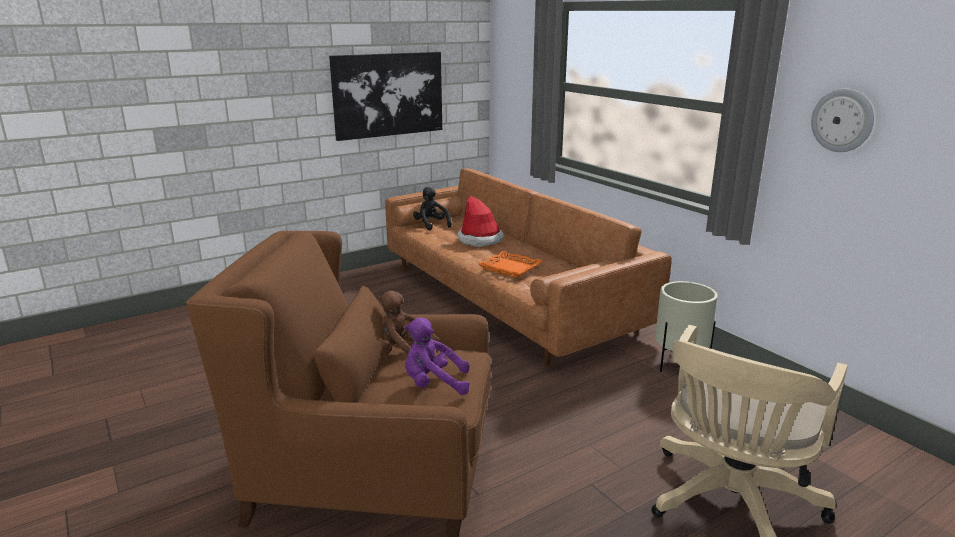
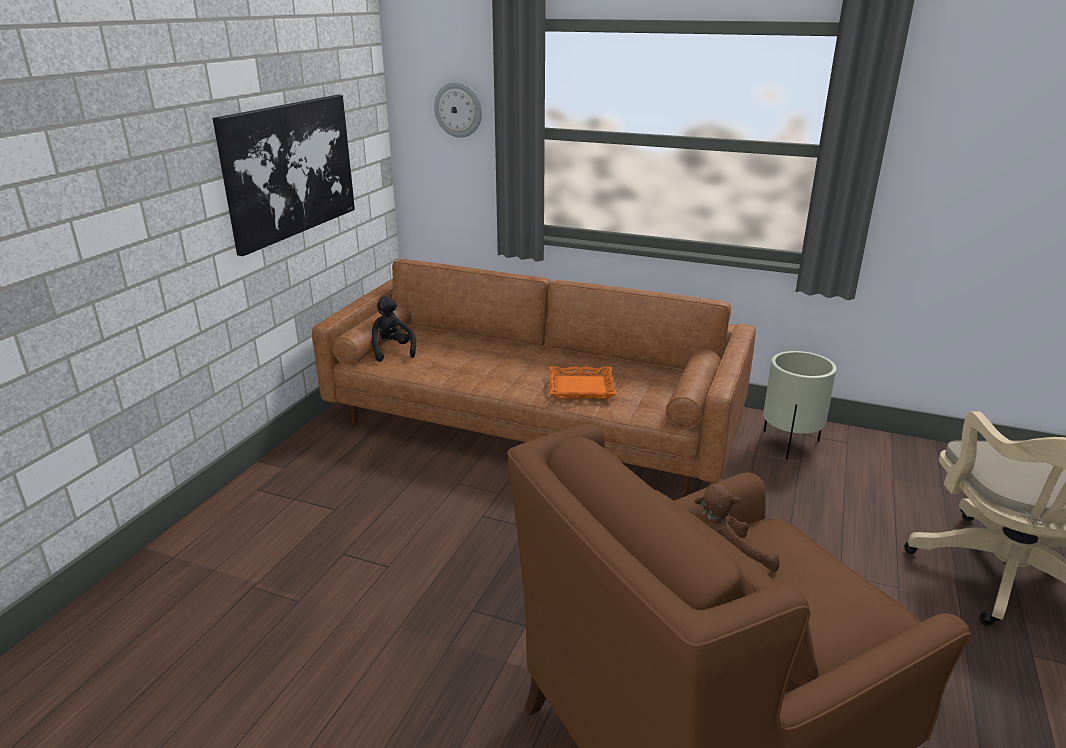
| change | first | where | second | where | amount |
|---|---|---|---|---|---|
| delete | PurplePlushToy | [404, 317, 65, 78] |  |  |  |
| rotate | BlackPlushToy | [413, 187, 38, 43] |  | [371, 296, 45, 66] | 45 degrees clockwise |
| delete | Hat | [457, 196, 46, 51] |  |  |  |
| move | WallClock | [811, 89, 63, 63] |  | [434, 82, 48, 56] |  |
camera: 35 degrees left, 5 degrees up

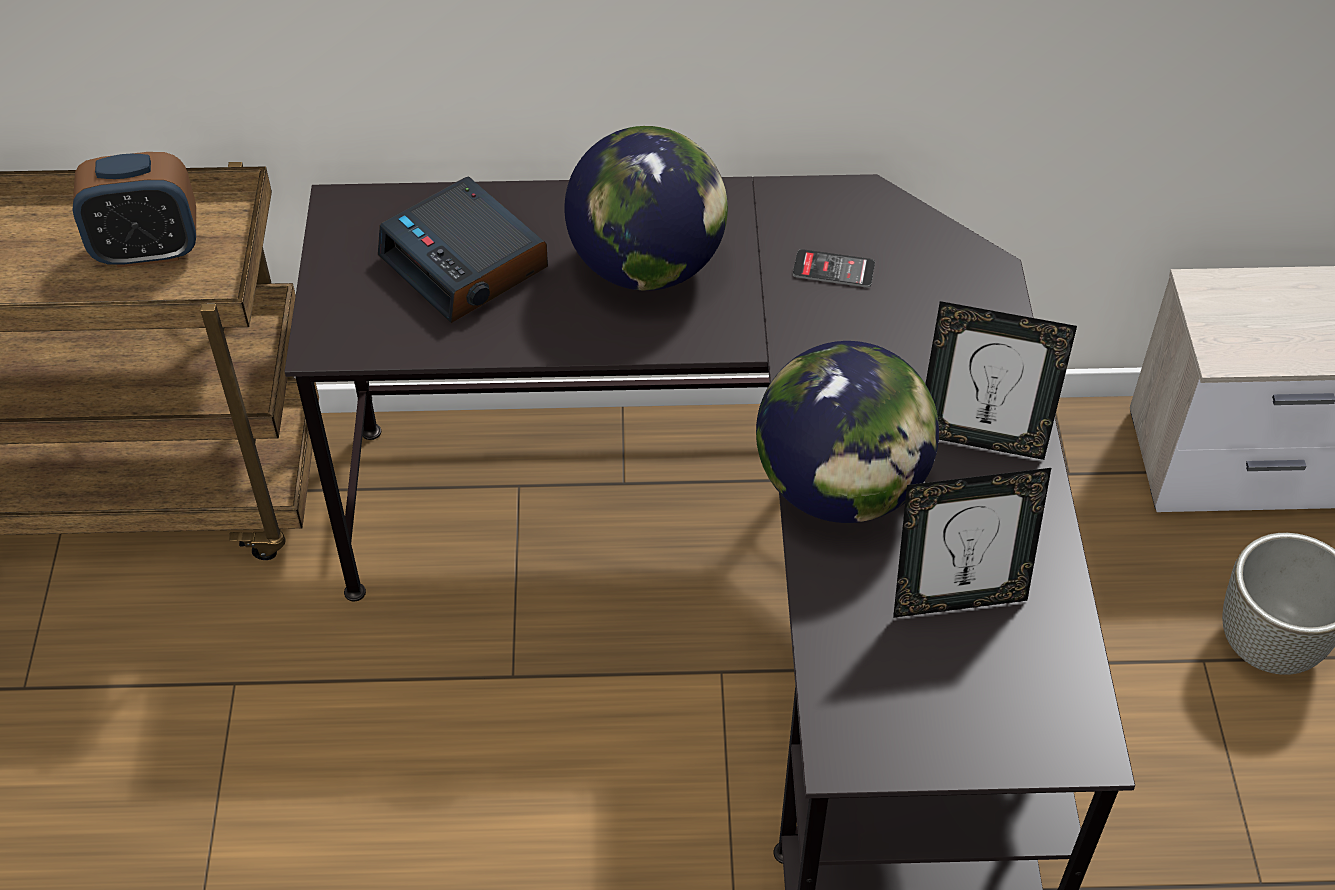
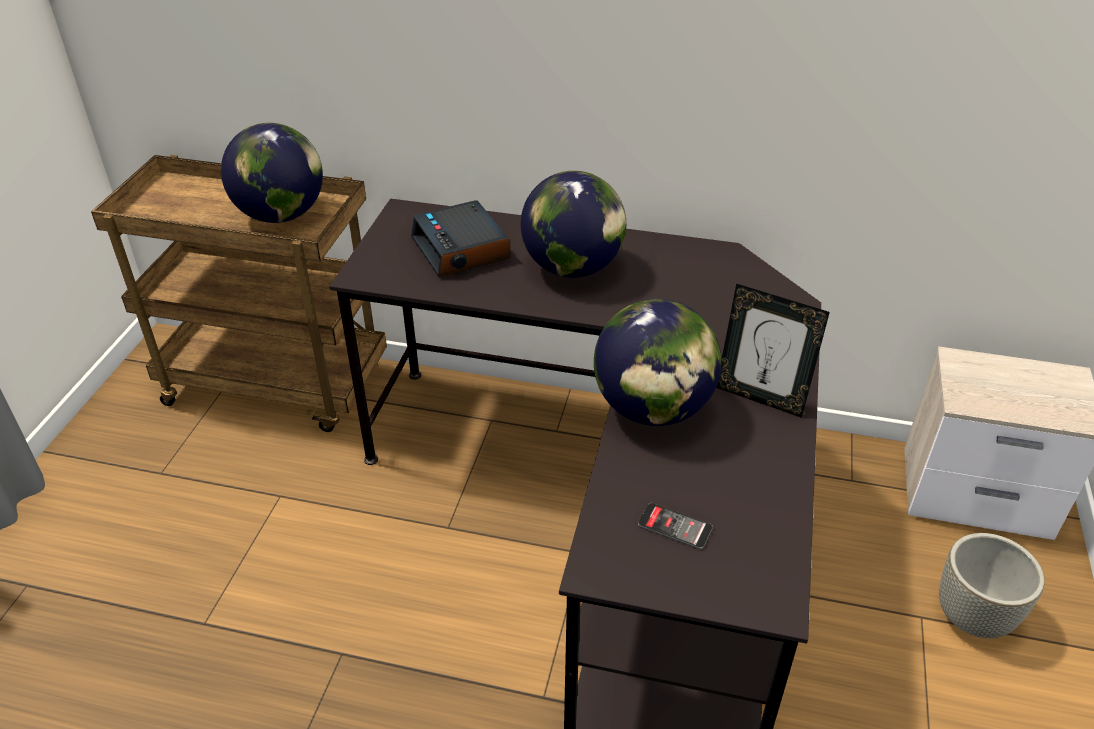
| change | first | where | second | where | amount |
|---|---|---|---|---|---|
| replace | AlarmClock | [73, 152, 123, 116] | Globe | [221, 123, 102, 100] |  |
| move | Phone | [793, 249, 82, 39] |  | [638, 503, 75, 46] |  |
| delete | PictureFrame | [893, 468, 158, 150] |  |  |  |
camera: 15 degrees right, 10 degrees down

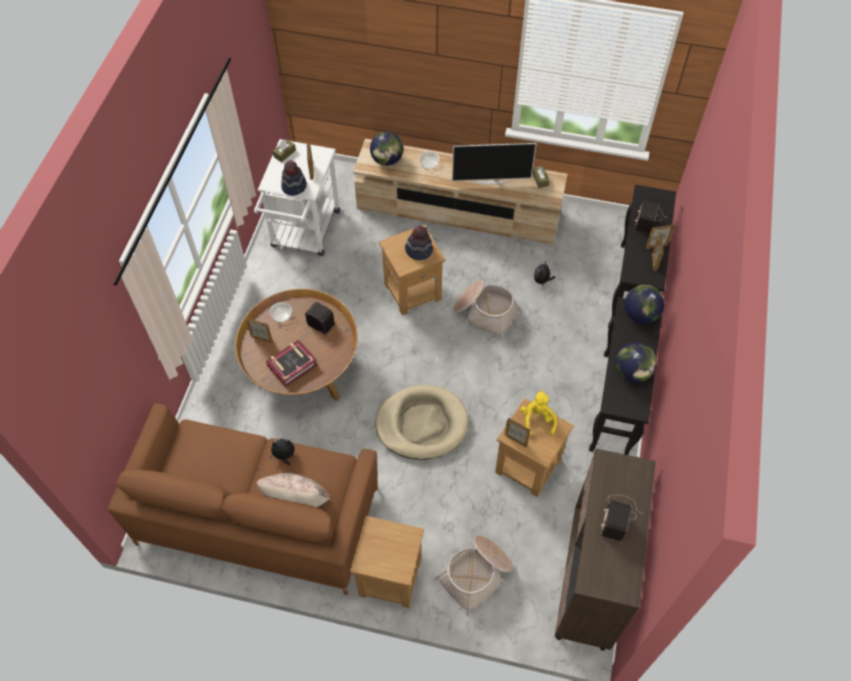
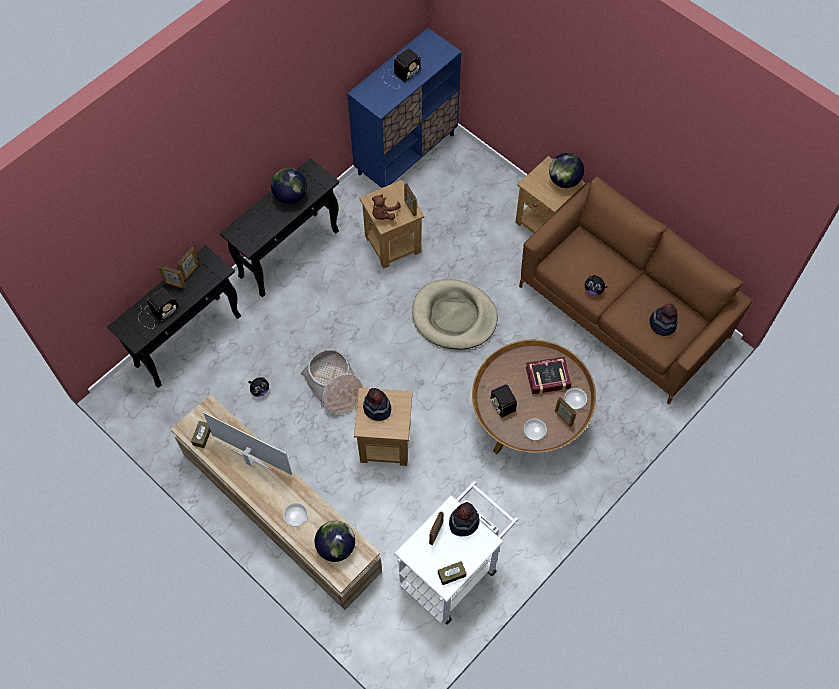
| change | first | where | second | where | amount |
|---|---|---|---|---|---|
| delete | BeigePillow | [257, 473, 74, 34] |  |  |  |
| delete | Basket | [434, 536, 79, 80] |  |  |  |
| recolor | YellowPlushToy | [520, 390, 37, 46] | BrownPlushToy | [372, 194, 29, 26] |  |
| recolor | BrownCabinet | [555, 448, 101, 203] | BlueCabinet | [347, 28, 114, 160] |  |
| move | Globe | [625, 285, 39, 39] |  | [549, 153, 35, 35] |  |
| insert |  |  | Bowl | [565, 388, 22, 22] |  |
| insert |  |  | Hat | [650, 304, 28, 32] |  |
camera: 150 degrees left, 5 degrees up

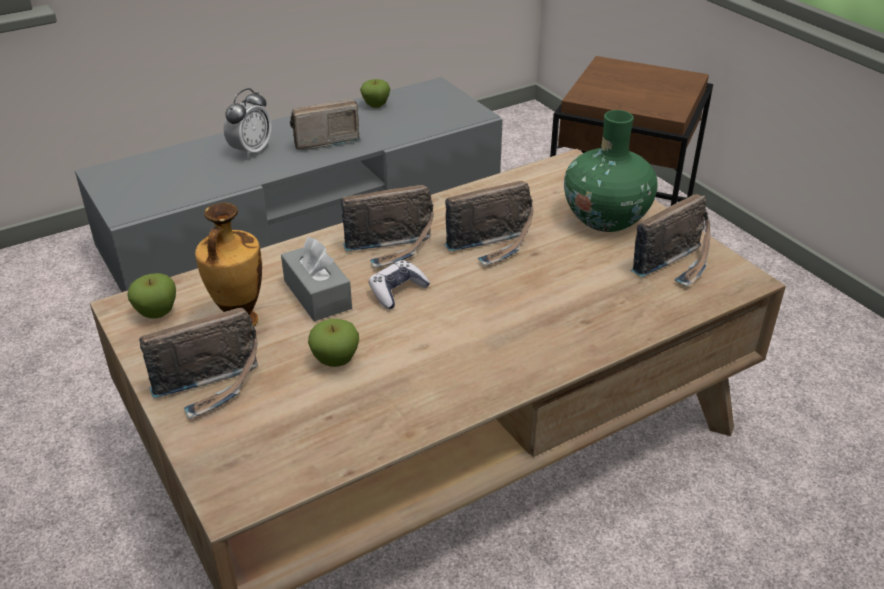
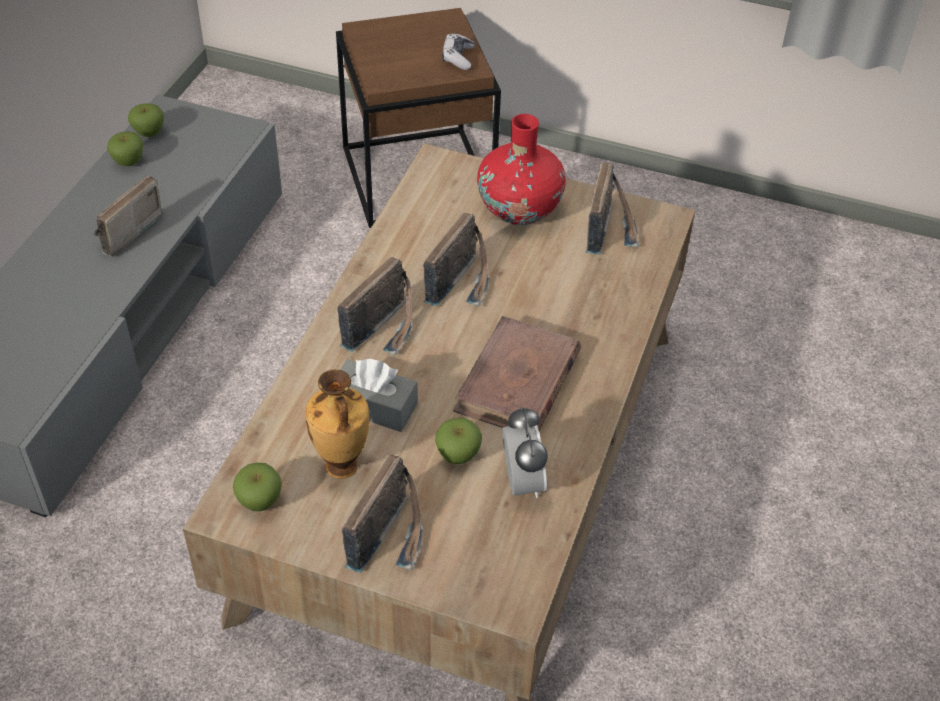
| change | first | where | second | where | amount |
|---|---|---|---|---|---|
| move | AlarmClock | [224, 88, 48, 71] |  | [502, 406, 46, 92] |  |
| move | GameController | [369, 260, 61, 49] |  | [442, 33, 33, 37] |  |
| recolor | GreenVase | [564, 110, 94, 122] | RedVase | [477, 114, 89, 111] |  |
| insert |  |  | Apple | [128, 103, 36, 34] |  |
| insert |  |  | BrownBook | [453, 316, 128, 116] |  |
camera: 40 degrees left, 10 degrees up

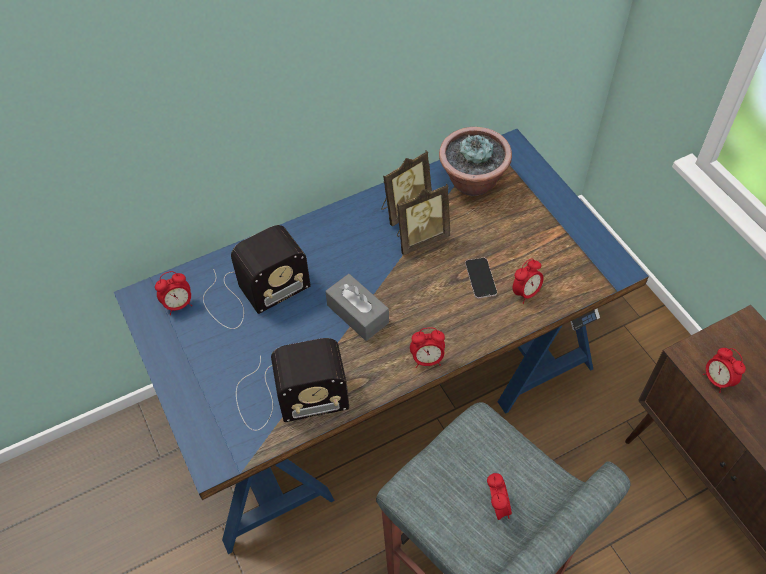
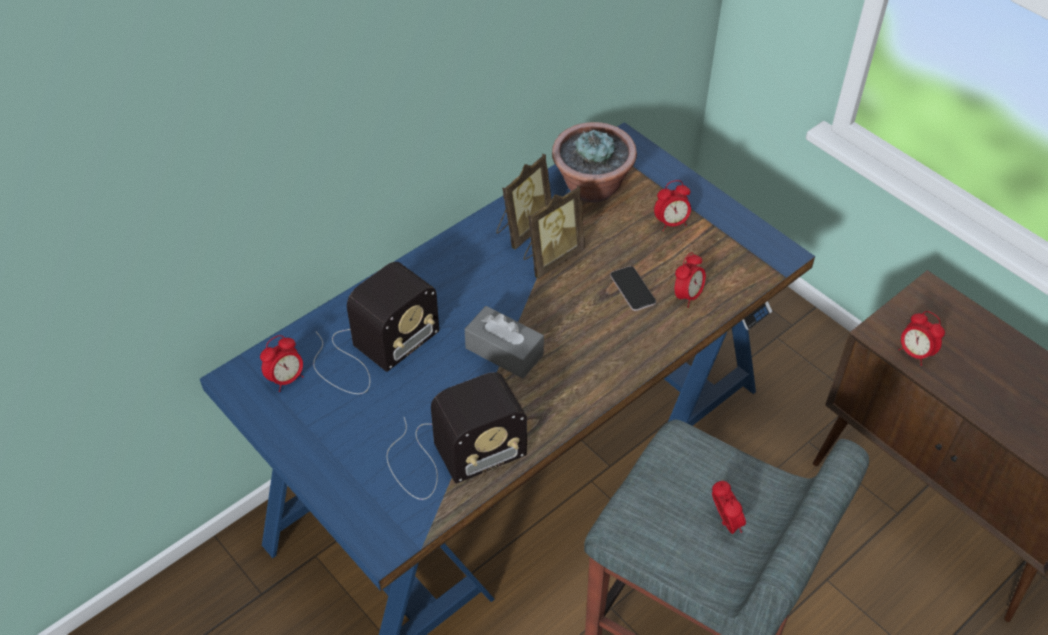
| change | first | where | second | where | amount |
|---|---|---|---|---|---|
| move | AlarmClock | [410, 327, 35, 41] |  | [654, 180, 37, 51] |  |
camera: 15 degrees left, 5 degrees down

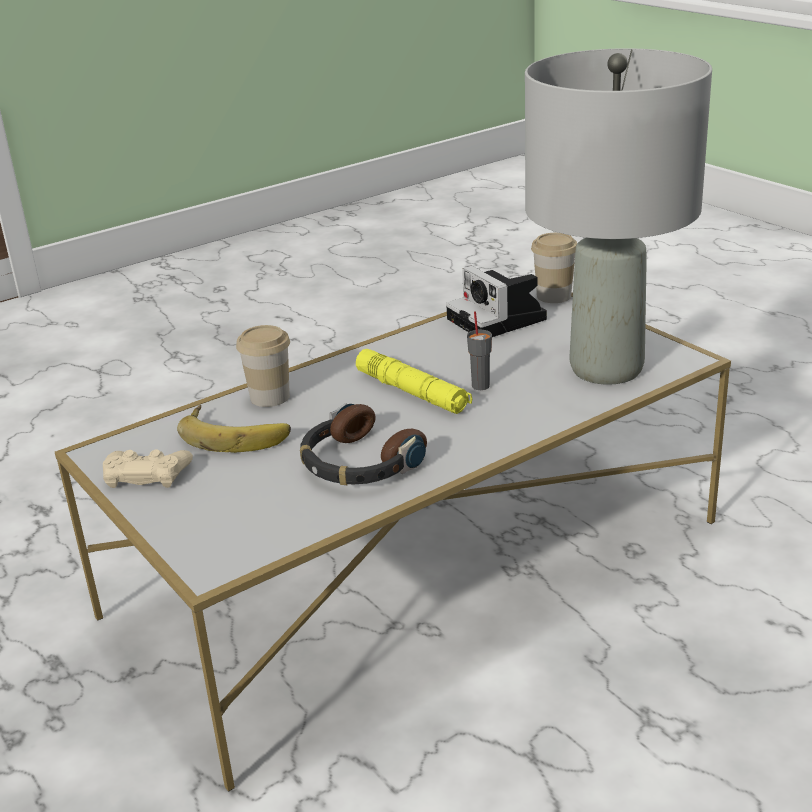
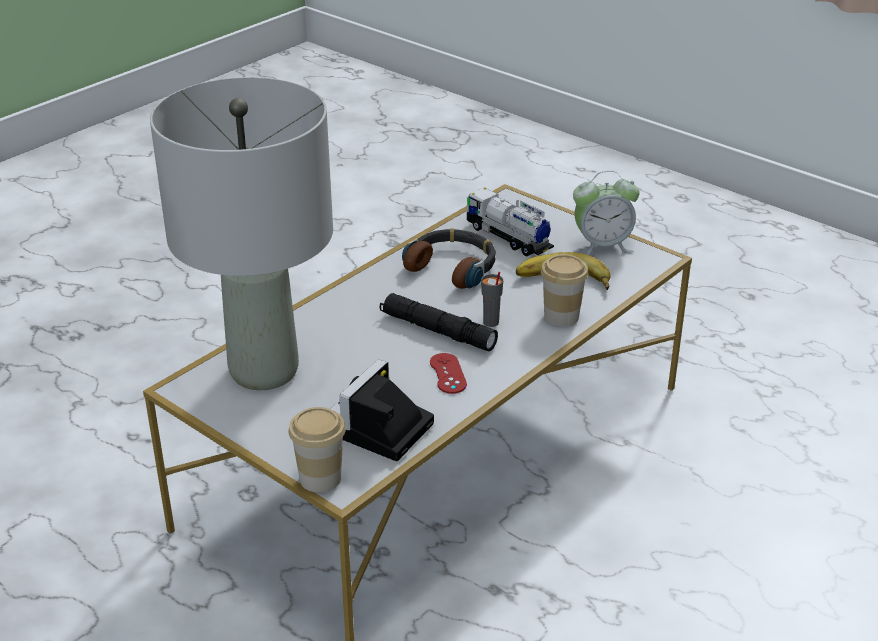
| change | first | where | second | where | amount |
|---|---|---|---|---|---|
| replace | BeigeGameController | [103, 450, 90, 38] | AlarmClock | [573, 171, 67, 85] |  |
| recolor | YellowFlashlight | [356, 349, 116, 65] | BlackFlashlight | [379, 293, 119, 58] |  |
| rotate | PhotoCamera | [446, 266, 101, 71] |  | [331, 359, 103, 102] | 105 degrees counterclockwise |
| move | GreyCup | [467, 311, 25, 79] |  | [481, 272, 22, 55] |  |
| insert |  |  | RedGameController | [430, 353, 37, 41] |  |
| insert |  |  | ToyTruck | [467, 187, 87, 70] |  |
camera: 165 degrees right, 5 degrees up

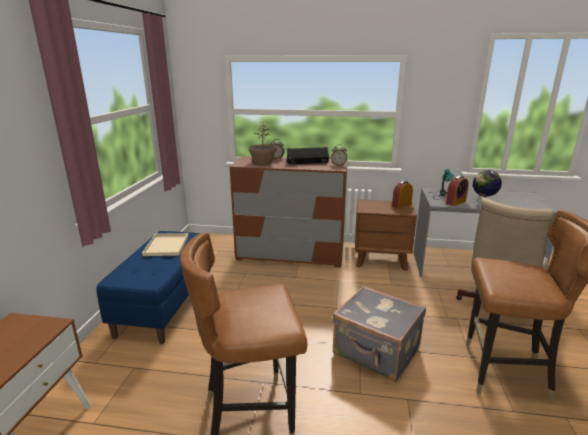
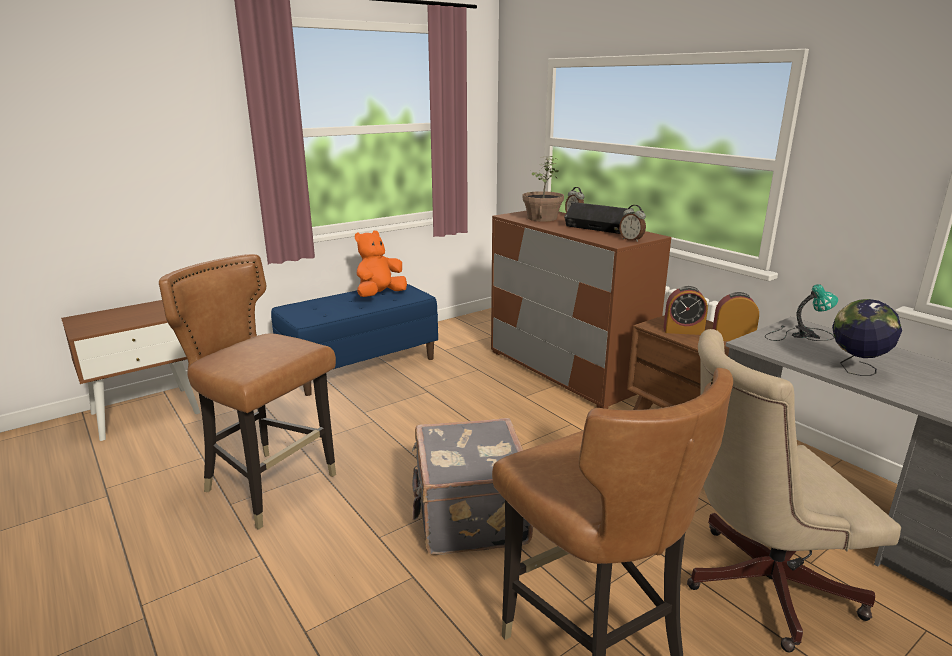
| change | first | where | second | where | amount |
|---|---|---|---|---|---|
| replace | BeigeTray | [142, 233, 46, 23] | OrangePlushToy | [355, 231, 52, 66] |  |
| move | AlarmClock | [446, 175, 23, 31] |  | [663, 286, 45, 49] |  |
camera: 45 degrees right, 0 degrees up

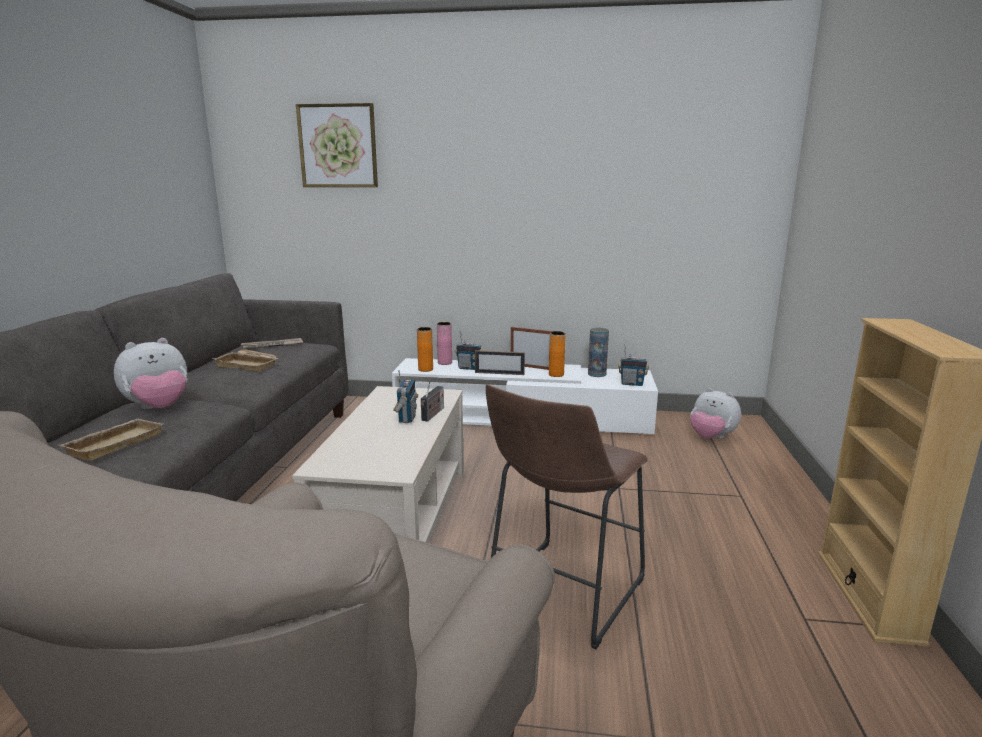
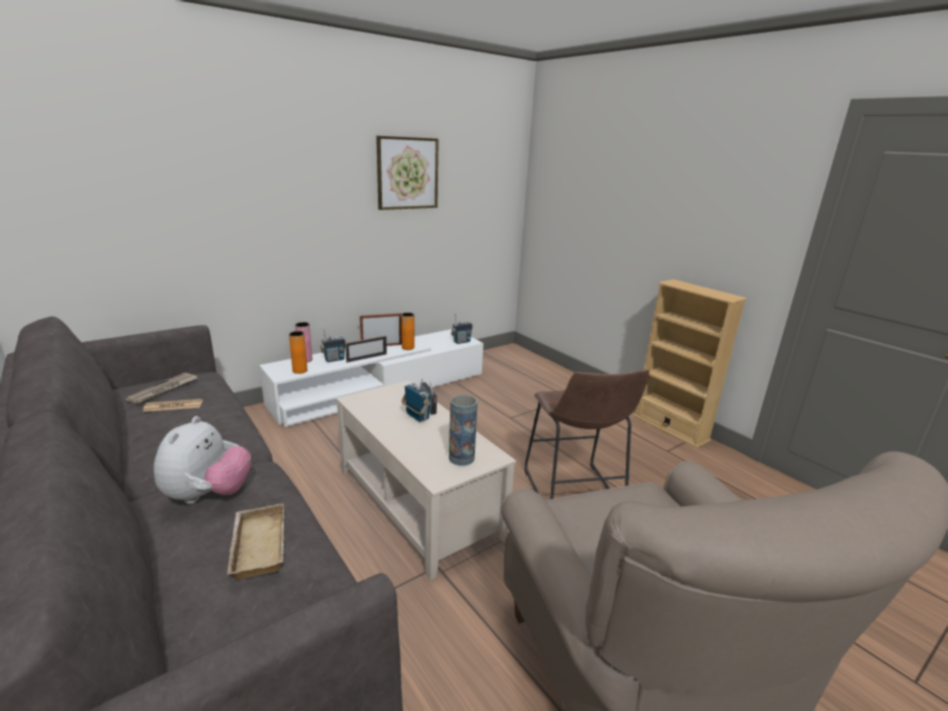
| change | first | where | second | where | amount |
|---|---|---|---|---|---|
| delete | BeigeTray | [212, 352, 66, 20] |  |  |  |
| move | Picture | [296, 103, 82, 84] |  | [376, 136, 63, 74] |  |
| move | Vase | [588, 328, 21, 49] |  | [449, 395, 28, 71] |  |
| delete | PlushToy | [690, 388, 51, 50] |  |  |  |
camera: 45 degrees left, 5 degrees up

